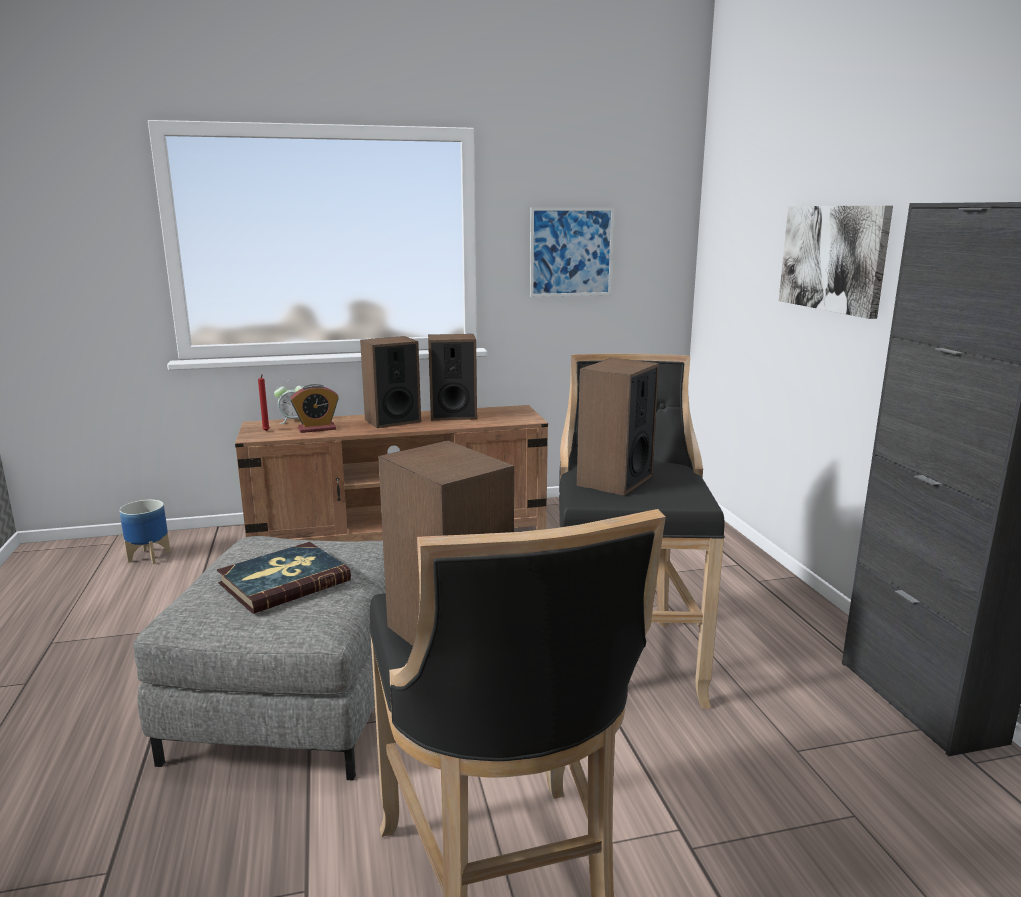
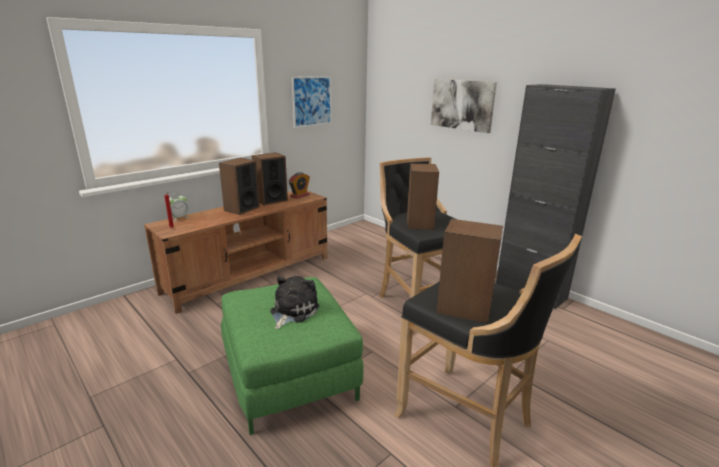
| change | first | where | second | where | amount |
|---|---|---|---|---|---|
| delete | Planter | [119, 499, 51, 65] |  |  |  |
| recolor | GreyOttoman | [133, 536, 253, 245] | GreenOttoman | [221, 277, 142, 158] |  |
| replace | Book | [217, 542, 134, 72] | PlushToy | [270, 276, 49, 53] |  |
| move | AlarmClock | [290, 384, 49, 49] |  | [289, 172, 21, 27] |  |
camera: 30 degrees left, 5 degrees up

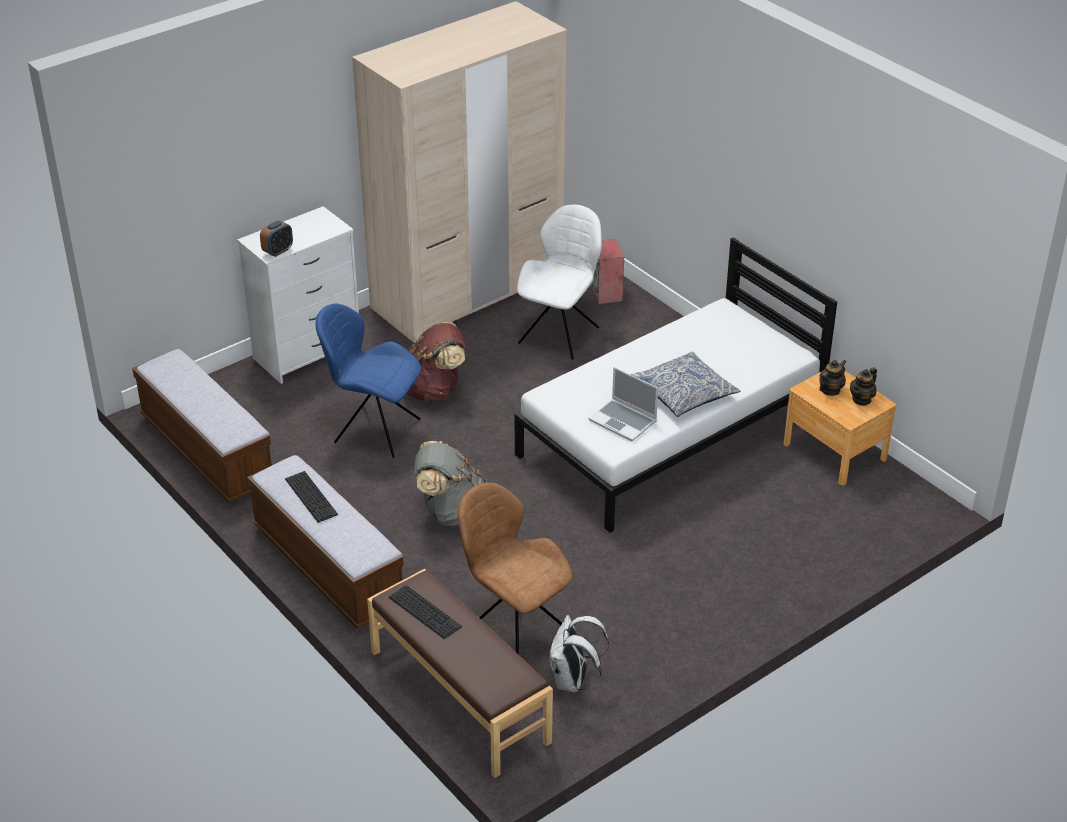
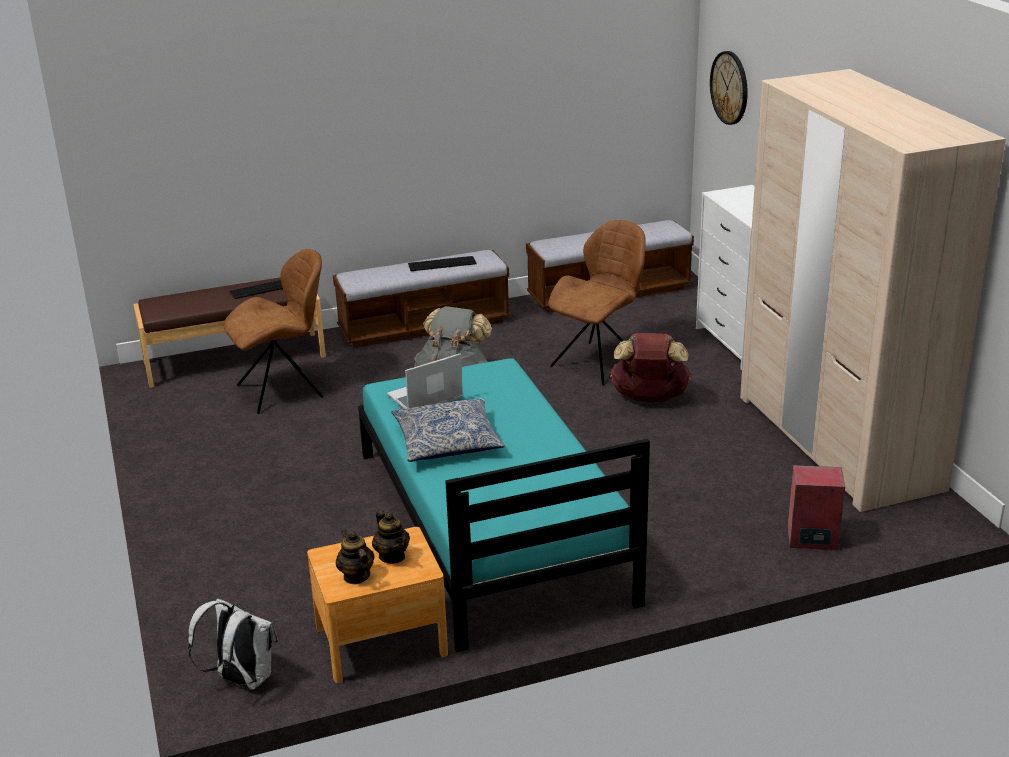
| change | first | where | second | where | amount |
|---|---|---|---|---|---|
| delete | AlarmClock | [260, 220, 33, 37] |  |  |  |
| recolor | BlueChair | [315, 303, 106, 155] | BrownChair | [548, 220, 98, 165] |  |
| recolor | WhiteBed | [514, 237, 323, 296] | TurquoiseBed | [358, 358, 292, 294] |  |
| delete | WhiteChair | [517, 204, 85, 156] |  |  |  |
| move | WhiteBackpack | [550, 615, 59, 78] |  | [188, 598, 90, 92] |  |
| insert |  |  | WallClock | [710, 51, 38, 74] |  |
camera: 110 degrees right, 10 degrees down

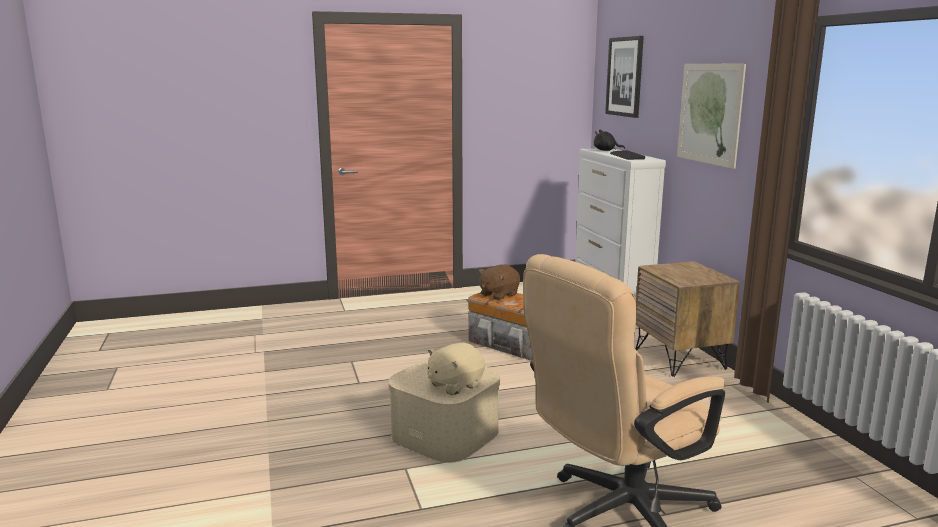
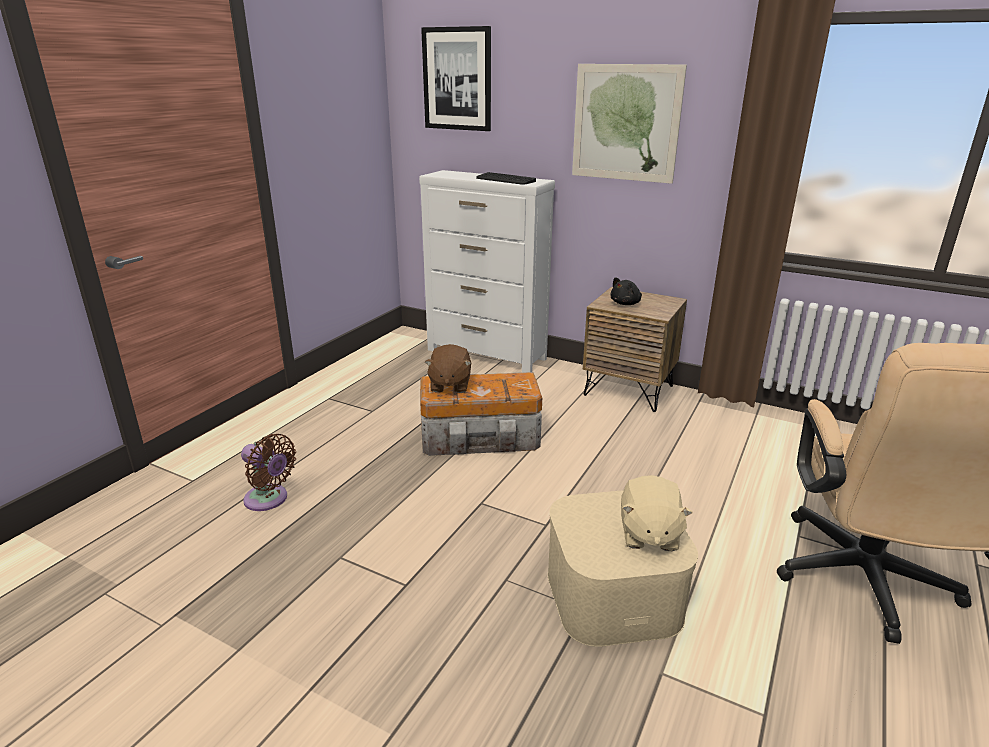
| change | first | where | second | where | amount |
|---|---|---|---|---|---|
| move | BlackPlushToy | [594, 130, 31, 21] |  | [610, 278, 32, 27] |  |
| insert |  |  | BrownFan | [241, 434, 55, 77] |  |
camera: 45 degrees left, 10 degrees up

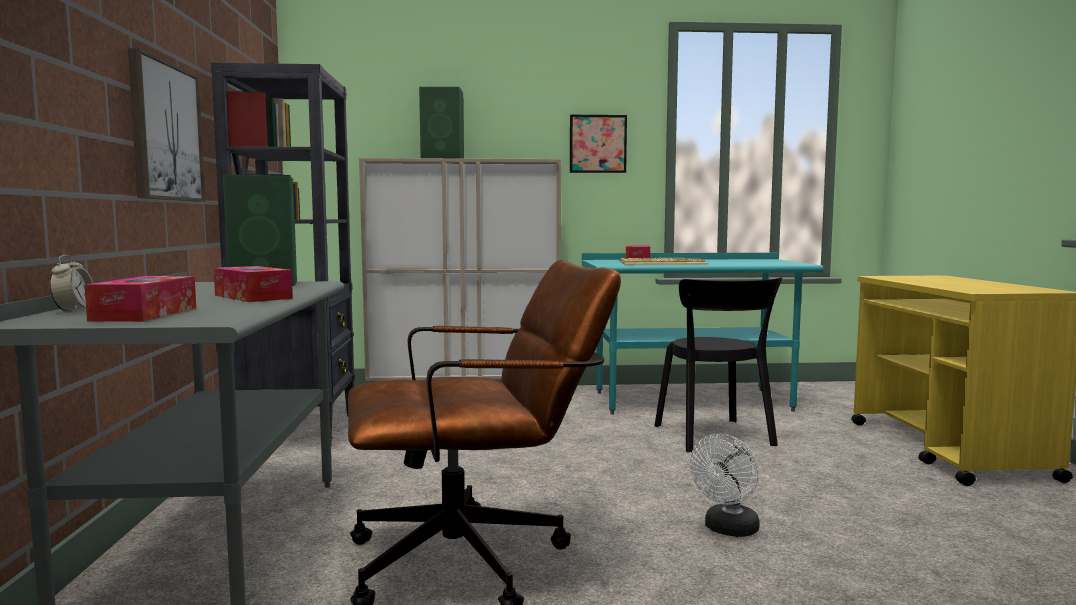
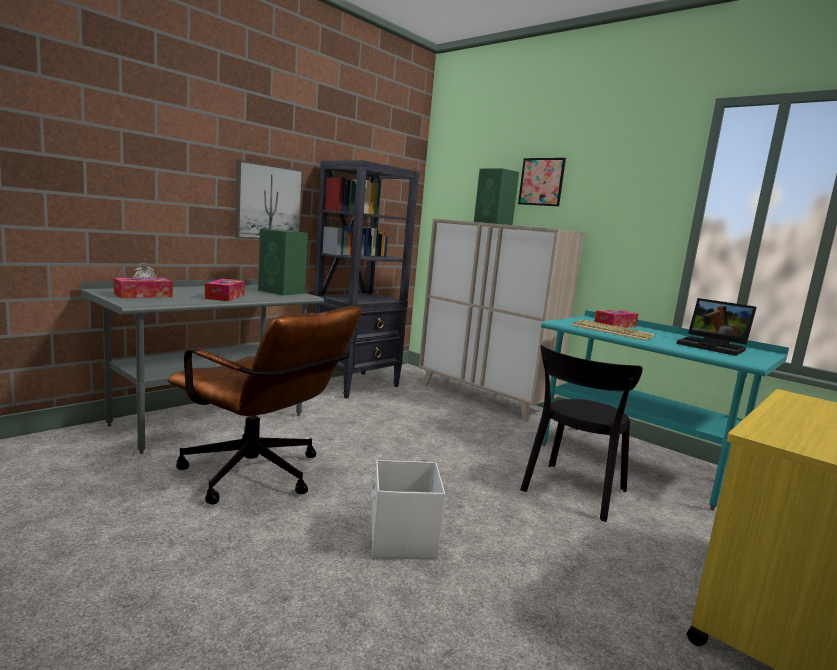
| change | first | where | second | where | amount |
|---|---|---|---|---|---|
| move | Picture | [570, 115, 57, 58] |  | [518, 158, 48, 48] |  |
| replace | WhiteFan | [690, 434, 70, 103] | WhiteStorageBox | [371, 460, 74, 100] |  |
| insert |  |  | Laptop | [677, 298, 80, 58] |  |
camera: 45 degrees right, 5 degrees up

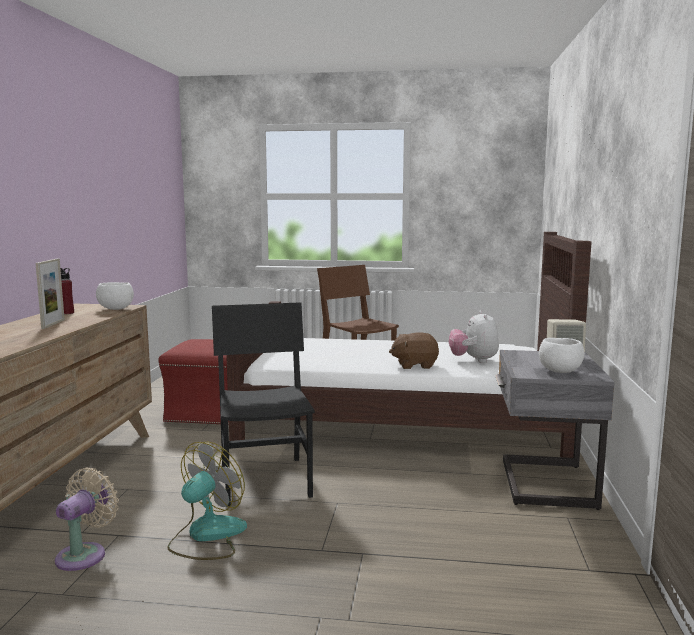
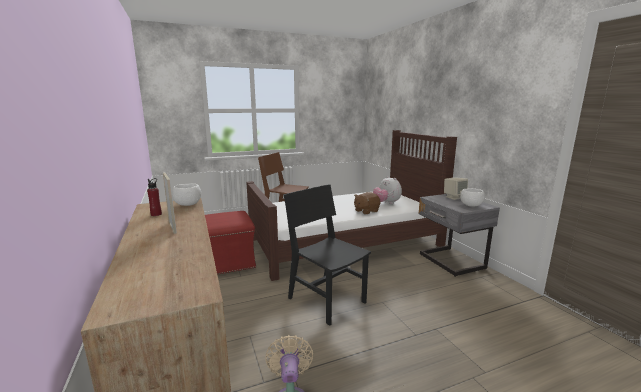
| change | first | where | second | where | amount |
|---|---|---|---|---|---|
| delete | Fan | [167, 442, 80, 118] |  |  |  |
camera: 30 degrees left, 5 degrees up

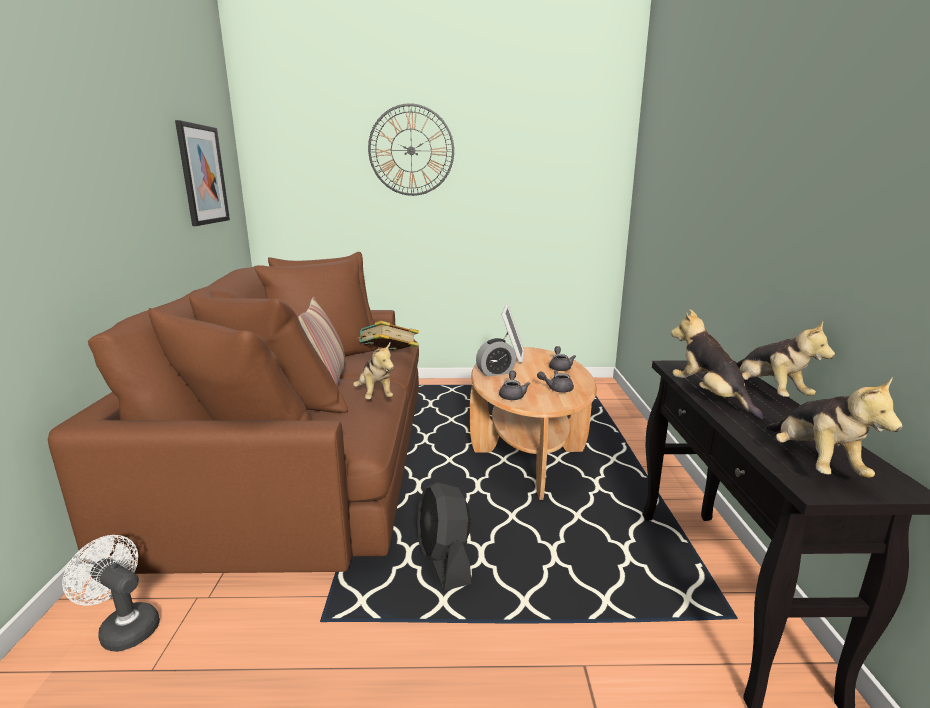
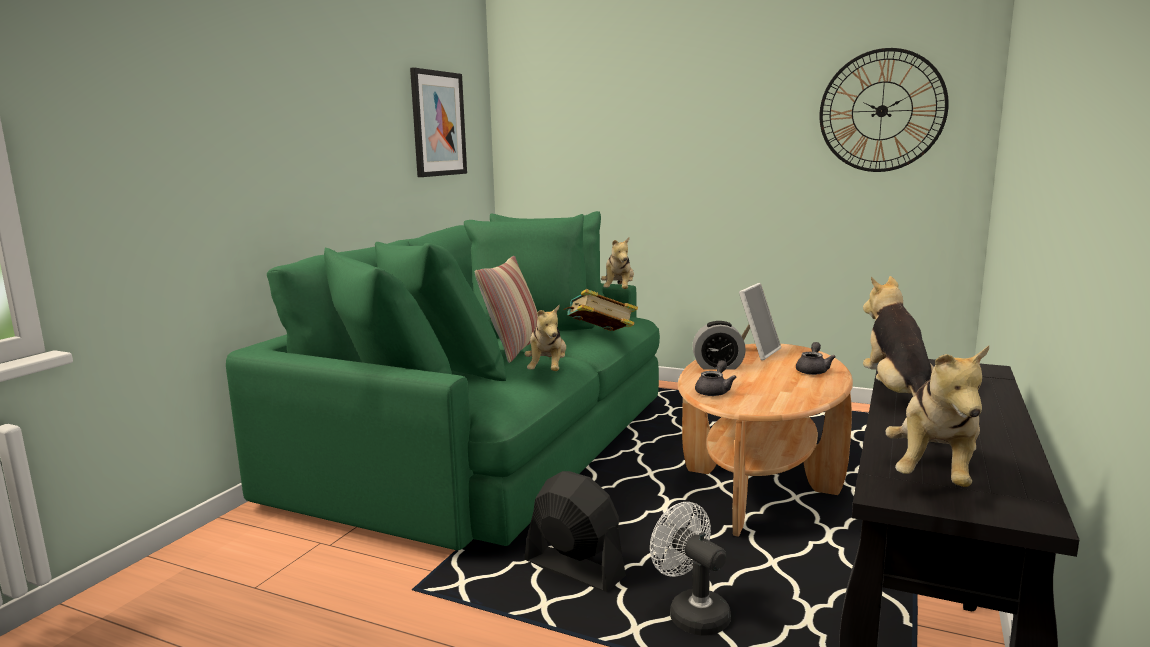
| change | first | where | second | where | amount |
|---|---|---|---|---|---|
| recolor | BrownSofa | [48, 252, 371, 322] | GreenSofa | [226, 211, 434, 339] |  |
| move | WhiteFan | [62, 535, 98, 117] |  | [650, 502, 81, 133] |  |
| move | WallClock | [368, 103, 86, 93] |  | [819, 48, 130, 124] |  |
| rotate | BlackFan | [417, 483, 54, 108] |  | [524, 471, 102, 121] | 120 degrees clockwise |
| delete | GreyTeapot | [537, 370, 37, 22] |  |  |  |
| move | PlushToy | [736, 321, 99, 76] |  | [601, 237, 33, 52] |  |
camera: 25 degrees right, 5 degrees down

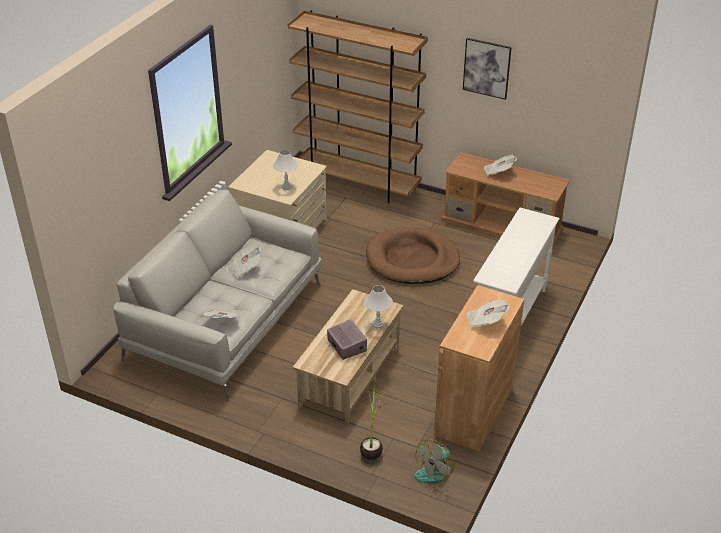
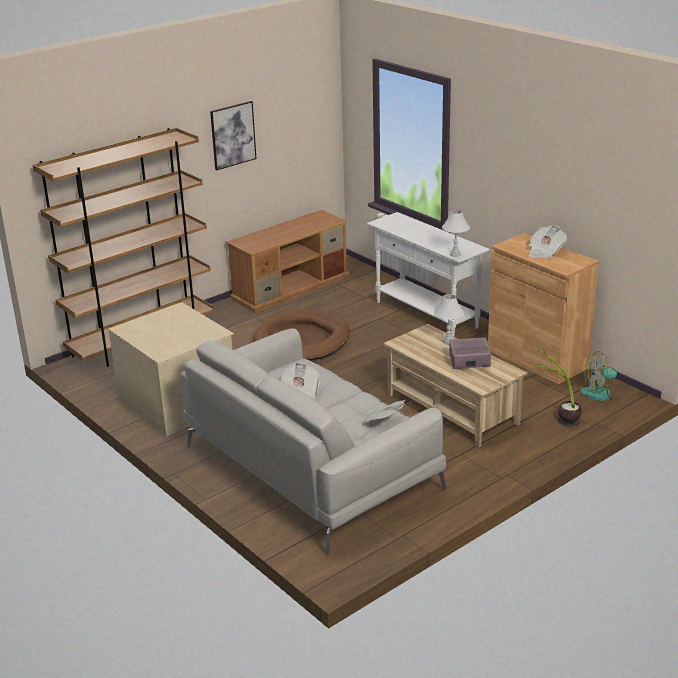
| change | first | where | second | where | amount |
|---|---|---|---|---|---|
| move | WhiteTableLamp | [273, 150, 25, 40] |  | [442, 210, 28, 47] |  |
| rotate | Fan | [414, 439, 41, 44] |  | [580, 351, 45, 50] | 105 degrees clockwise |
| delete | Newspaper | [484, 155, 33, 20] |  |  |  |
camera: 65 degrees left, 10 degrees down

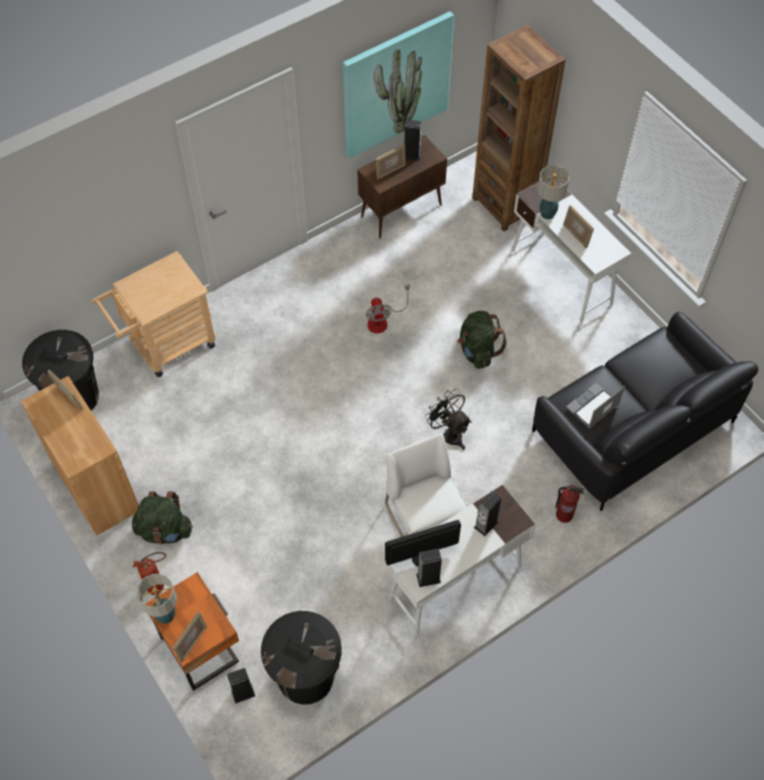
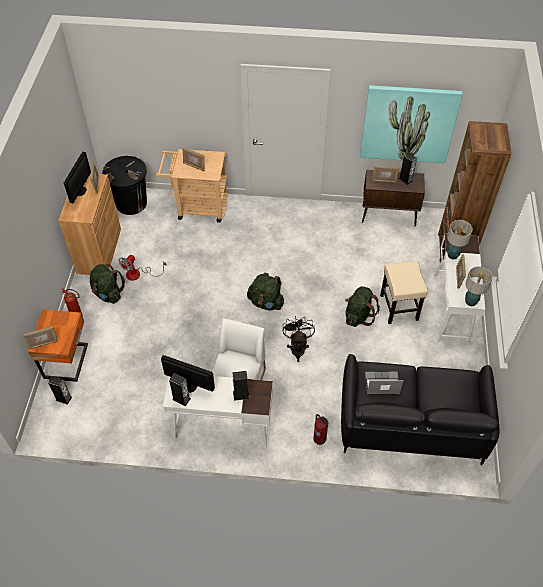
| change | first | where | second | where | amount |
|---|---|---|---|---|---|
| move | TableLamp | [137, 574, 40, 50] |  | [465, 266, 28, 40] |  |
| delete | BlackTrashCan | [261, 611, 81, 94] |  |  |  |
| move | Fan | [366, 284, 44, 49] |  | [118, 255, 48, 26] |  |
| insert |  |  | Monitor | [64, 152, 27, 51] |  |
| insert |  |  | PictureFrame | [183, 147, 21, 24] |  |
| insert |  |  | GreenBackpack | [247, 273, 37, 37] |  |
| insert |  |  | BeigeStool | [380, 261, 48, 63] |  |
camera: 40 degrees right, 5 degrees down

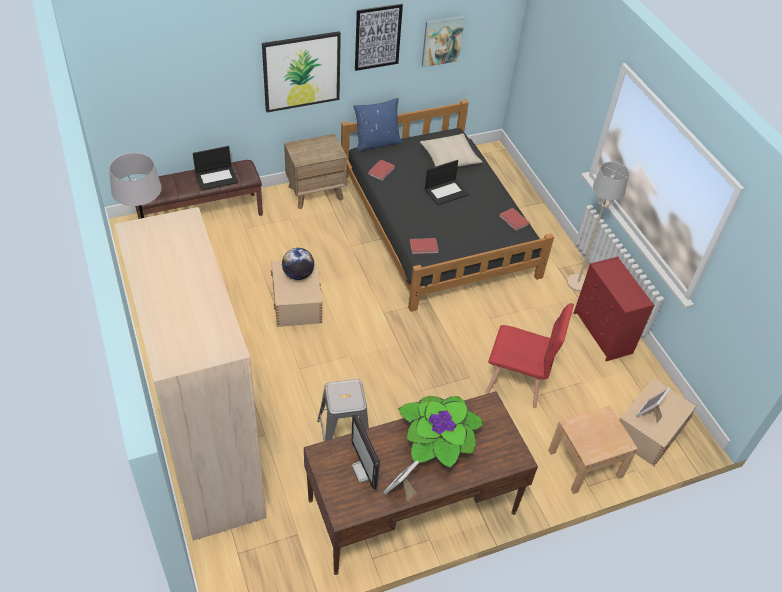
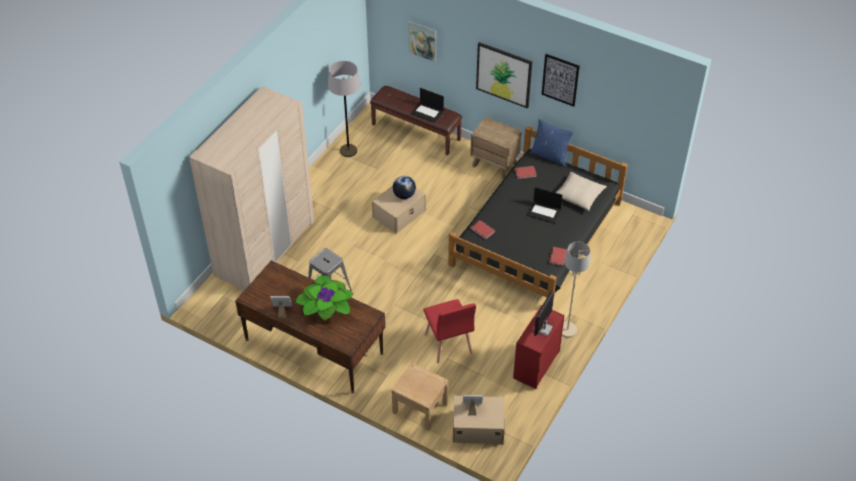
| change | first | where | second | where | amount |
|---|---|---|---|---|---|
| move | Monitor | [351, 414, 29, 76] |  | [534, 290, 20, 46] |  |
| move | Picture | [422, 15, 43, 52] |  | [408, 20, 28, 42] |  |
camera: 55 degrees right, 0 degrees up

